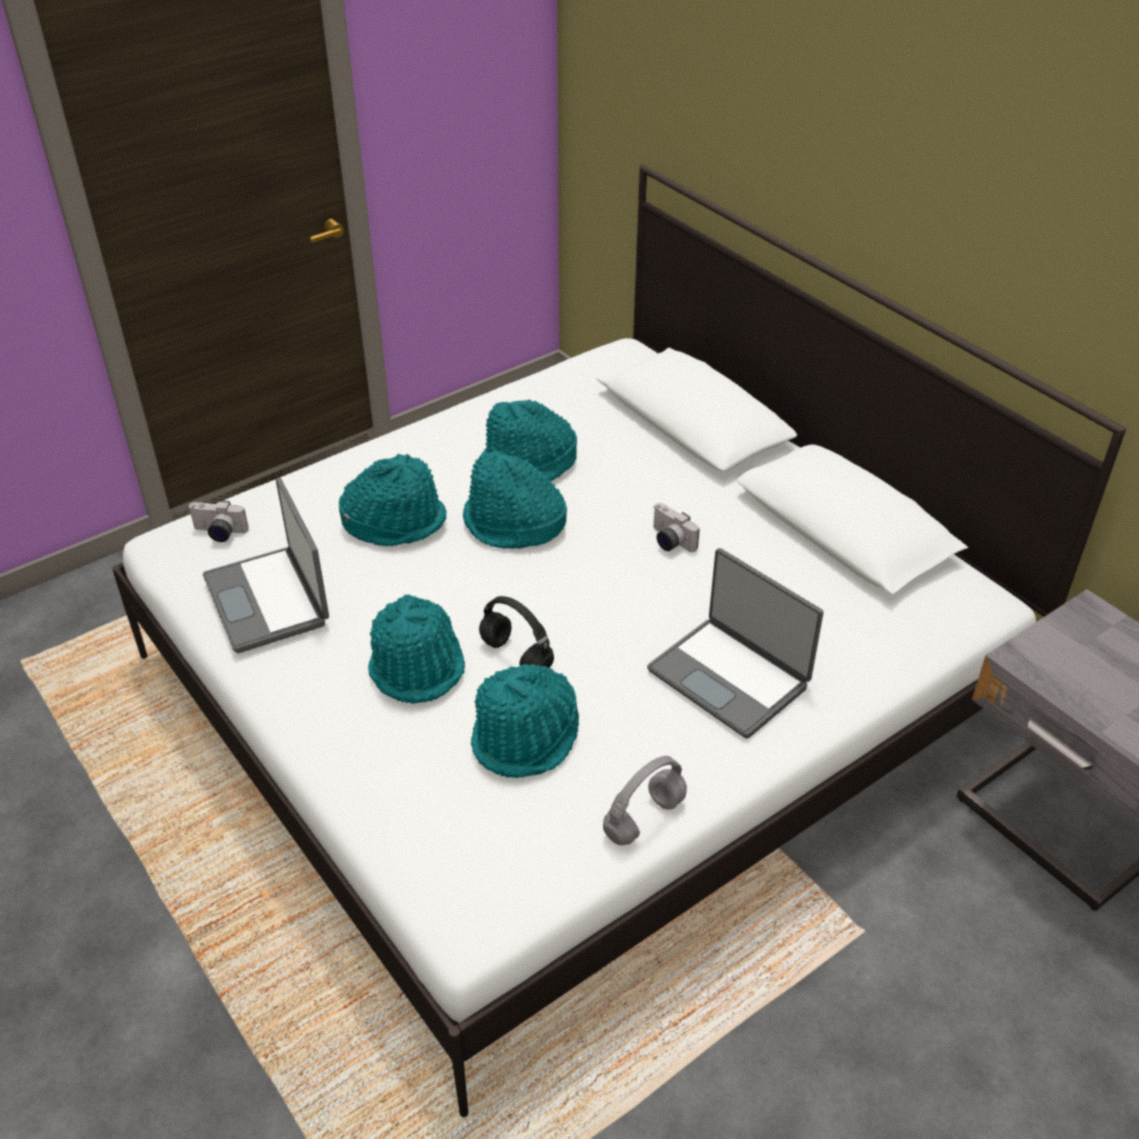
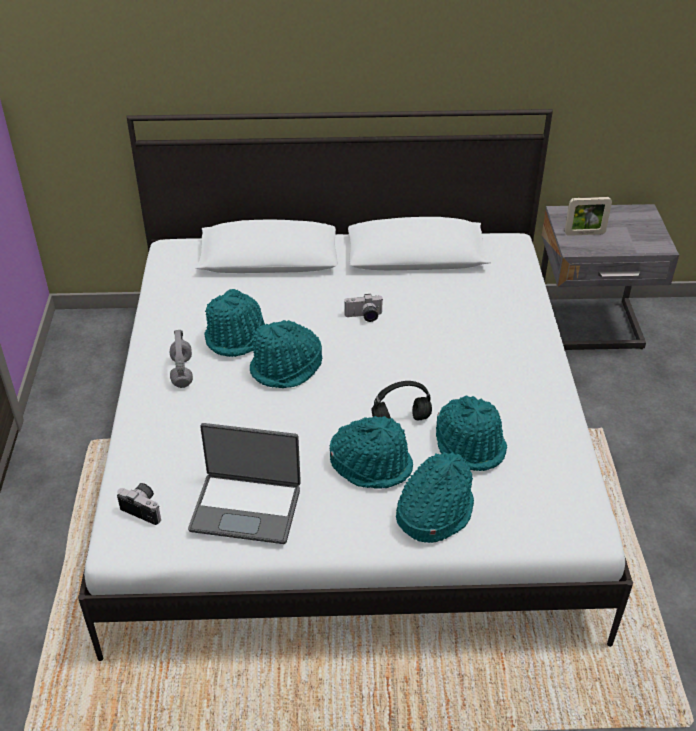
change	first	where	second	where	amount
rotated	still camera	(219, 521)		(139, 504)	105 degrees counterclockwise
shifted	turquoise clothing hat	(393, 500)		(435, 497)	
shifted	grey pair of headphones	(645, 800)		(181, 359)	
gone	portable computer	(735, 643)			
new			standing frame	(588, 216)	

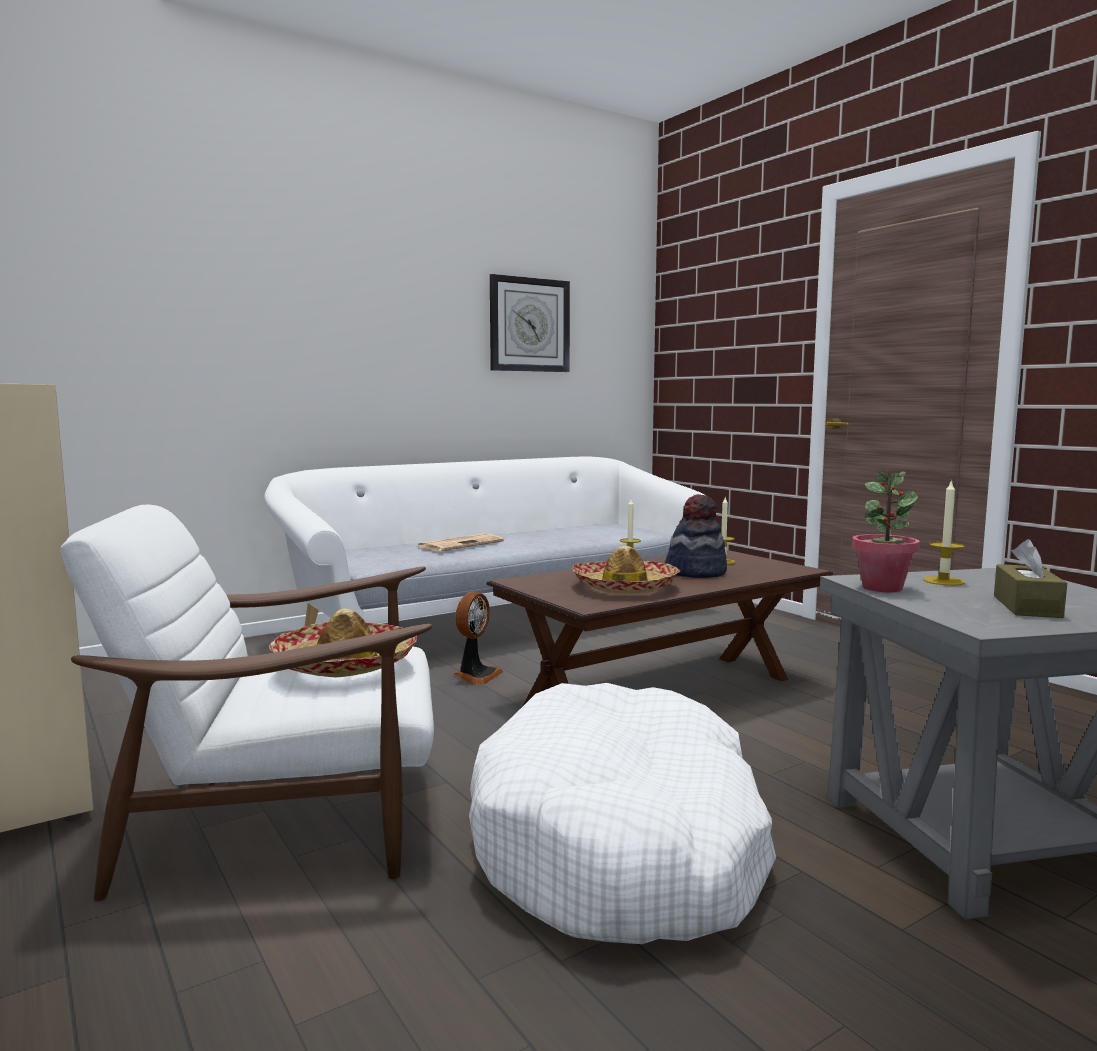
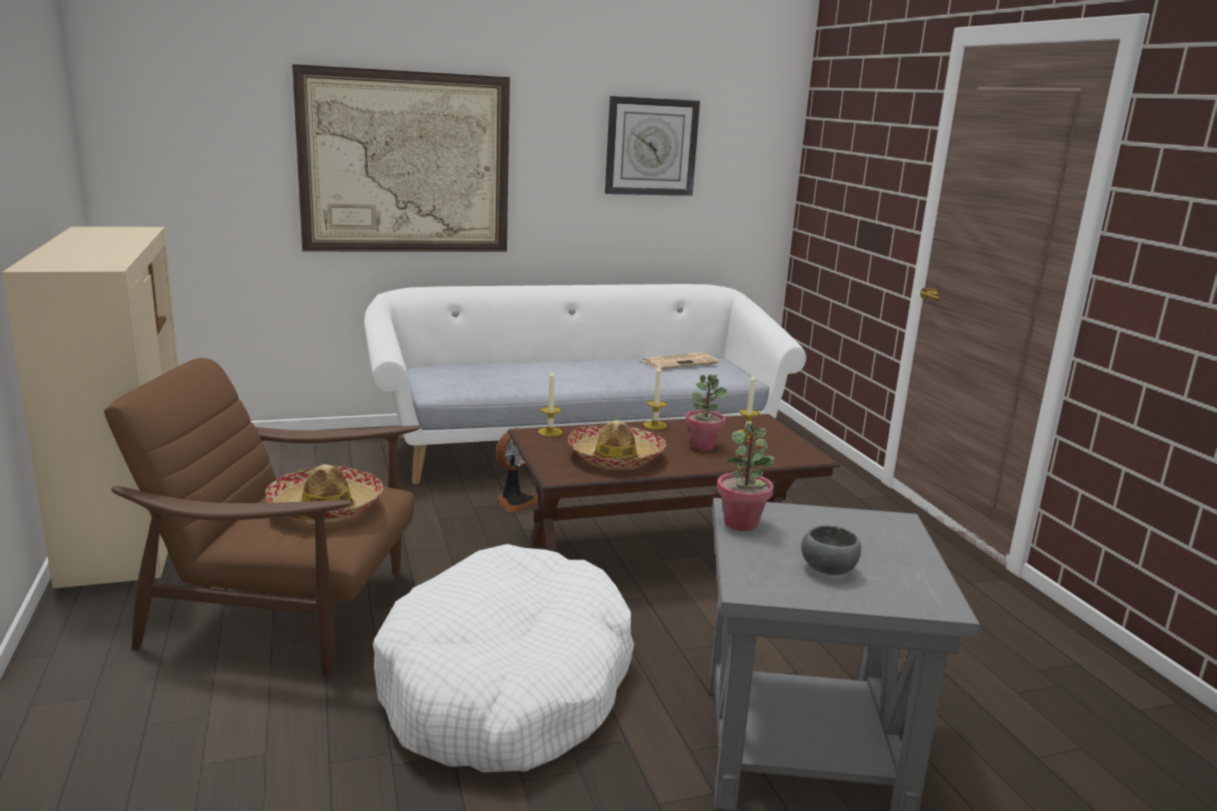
change	first	where	second	where	amount
repainted	white easy chair	(247, 703)	brown easy chair	(262, 517)	
shifted	daily paper	(461, 542)		(680, 361)	
swapped	clothing hat	(696, 536)	plant in a pot	(706, 413)	
shifted	candle	(944, 532)		(550, 403)	
swapped	brown tissue holder	(1030, 578)	grey serving bowl	(831, 550)	
new			picture	(401, 158)	

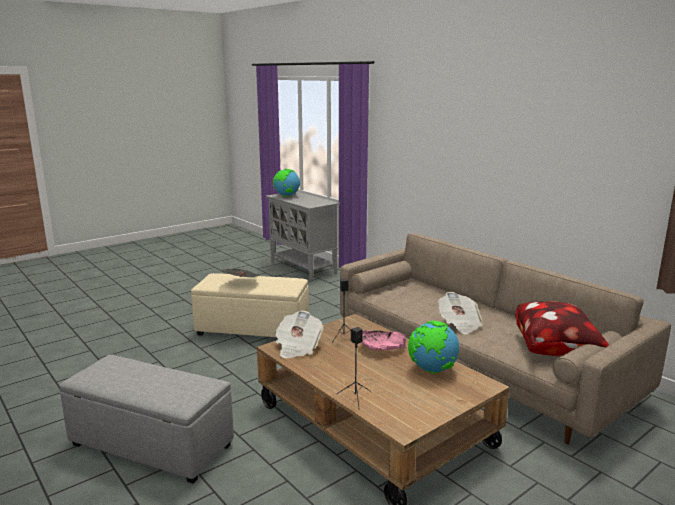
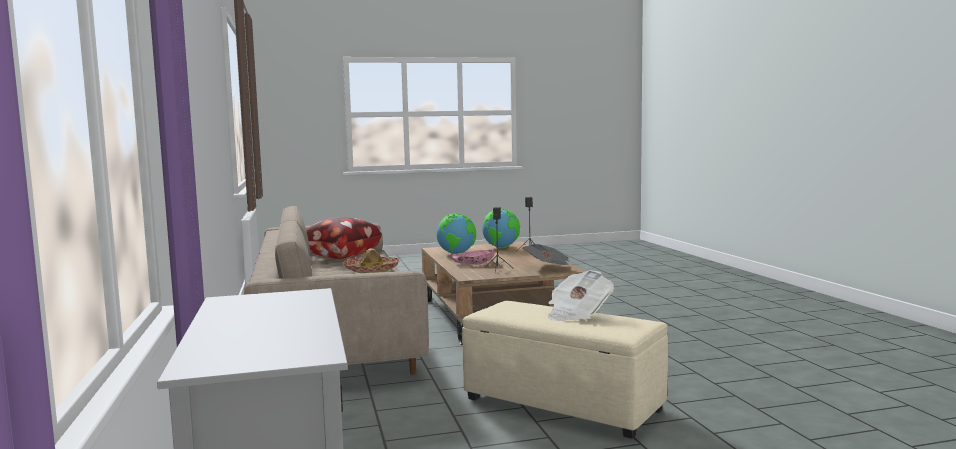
change	first	where	second	where	amount
gone	grey footrest	(147, 419)			
shifted	desk globe	(286, 183)		(501, 228)	
swapped	daily paper	(460, 313)	clothing hat	(371, 260)	

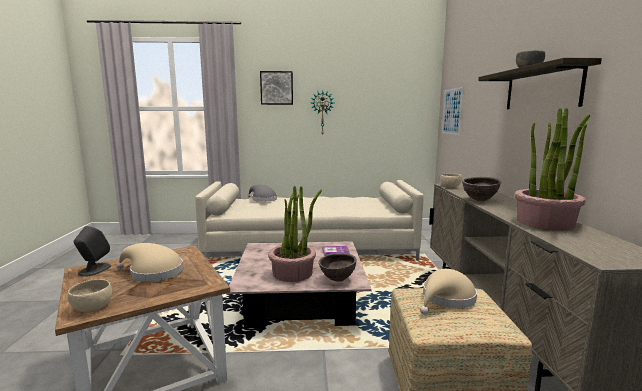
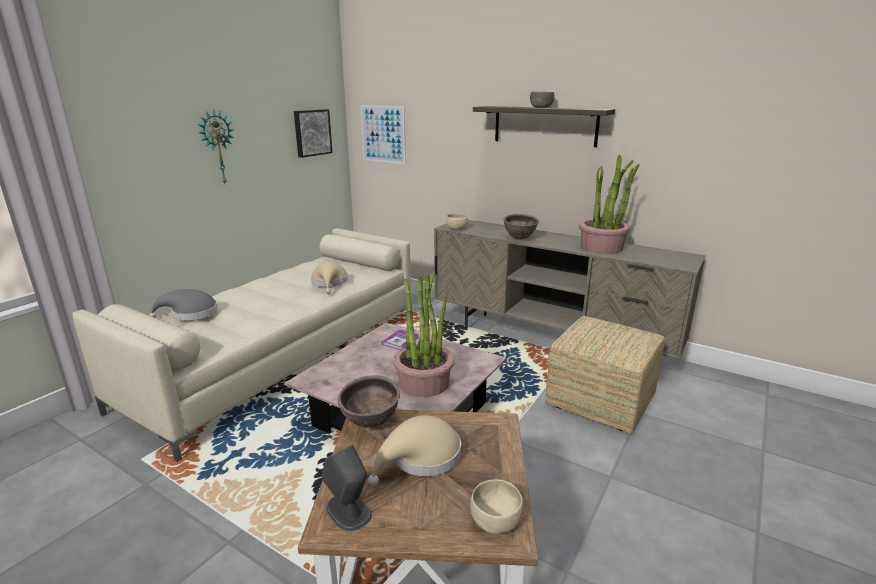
change	first	where	second	where	amount
shifted	picture	(276, 88)		(313, 133)	
shifted	brown serving bowl	(337, 267)		(369, 401)	
shifted	beige clothing hat	(448, 292)		(329, 278)	

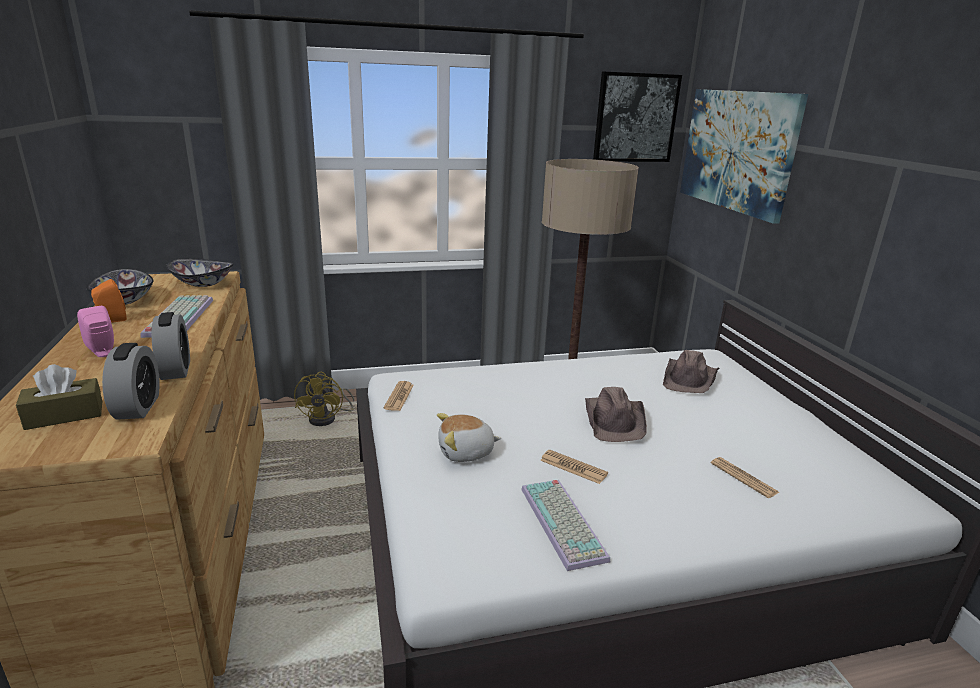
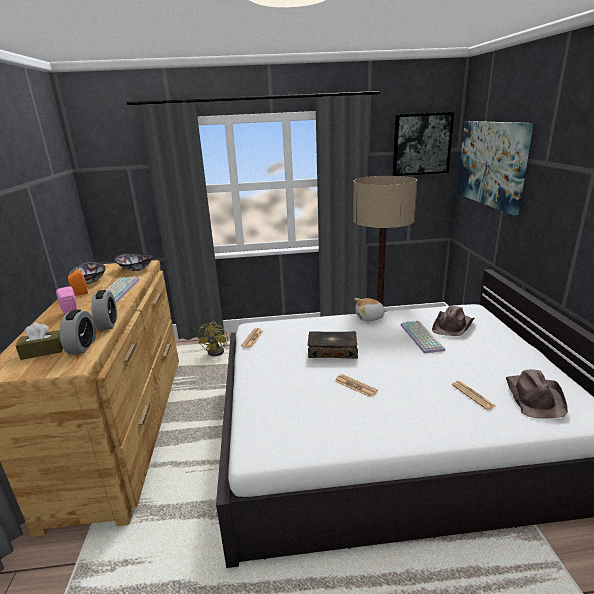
change	first	where	second	where	amount
shifted	plush toy	(469, 437)		(371, 309)	
shifted	PC keyboard	(565, 525)		(423, 337)	
shifted	brown clothing hat	(616, 414)		(537, 394)	
new			bound book	(333, 345)	

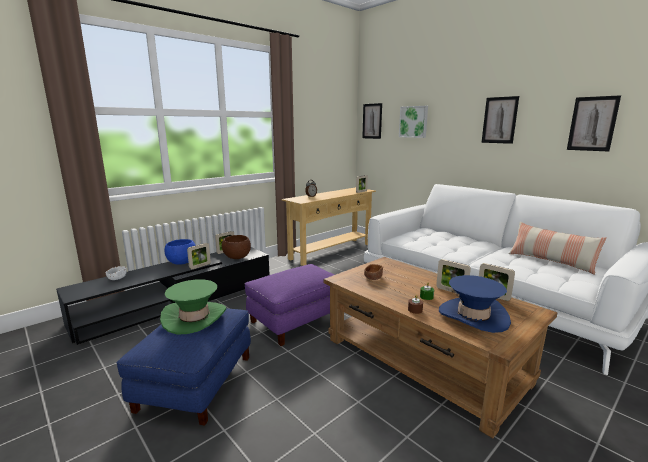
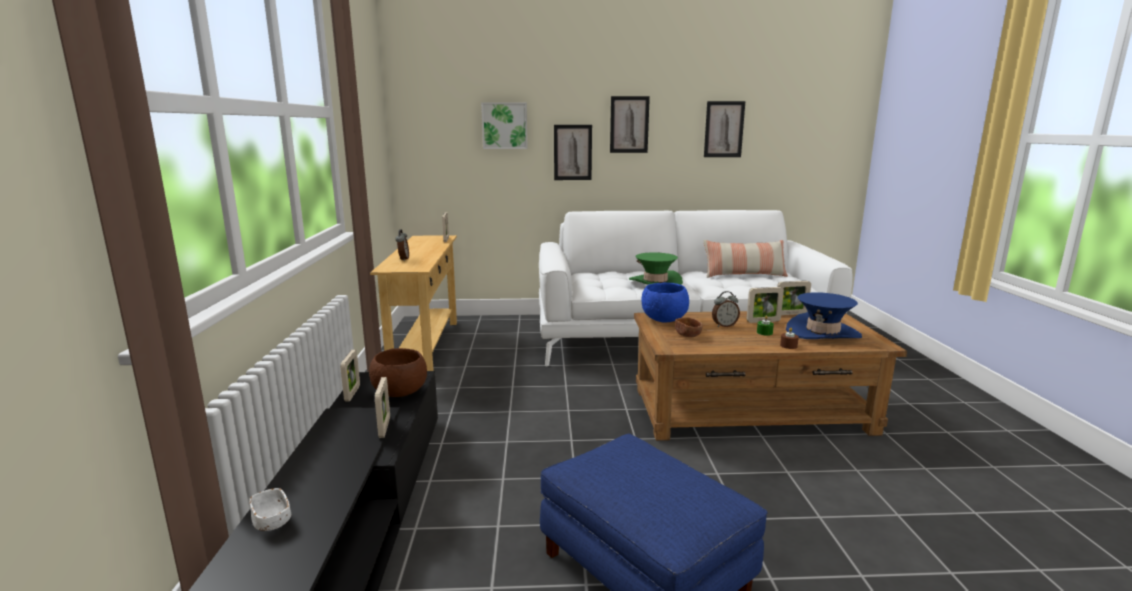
change	first	where	second	where	amount
shifted	green-coloured clothing hat	(193, 307)		(656, 268)	
shifted	blue-coloured serving bowl	(180, 252)		(665, 302)	
gone	purple footrest	(289, 305)			
shifted	picture	(372, 121)		(573, 152)	
new			bedside clock	(726, 309)	

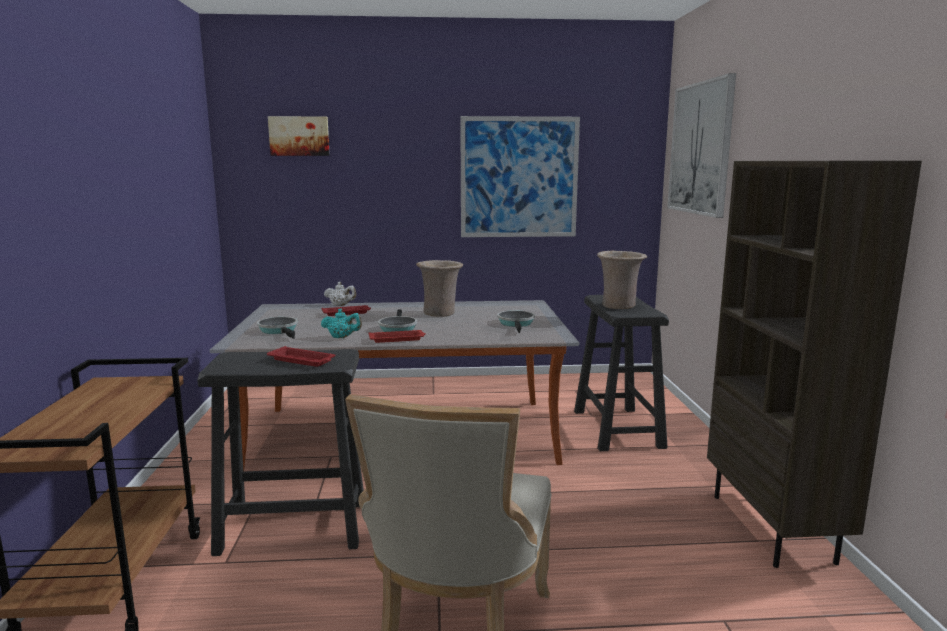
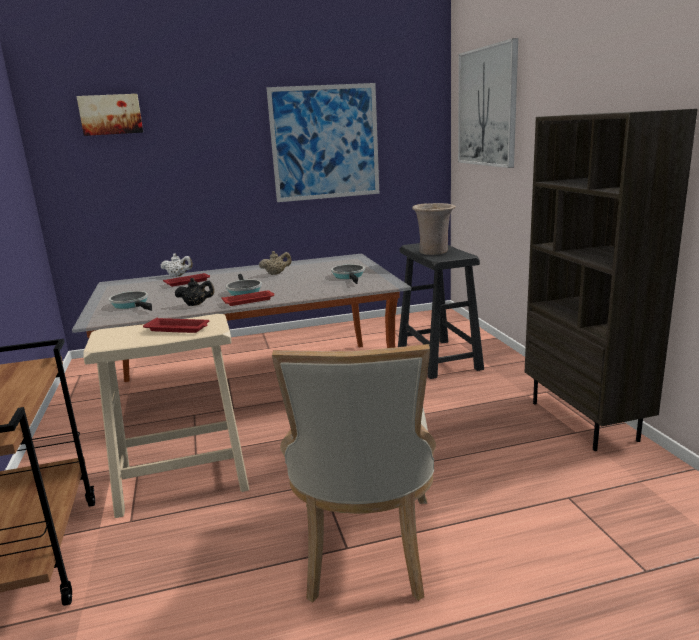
change	first	where	second	where	amount
repainted	blackish sitting stool	(280, 452)	beige sitting stool	(166, 416)	
repainted	turquoise tea pot	(341, 323)	blackish tea pot	(195, 292)	
swapped	beige vase	(439, 288)	beige tea pot	(275, 263)	

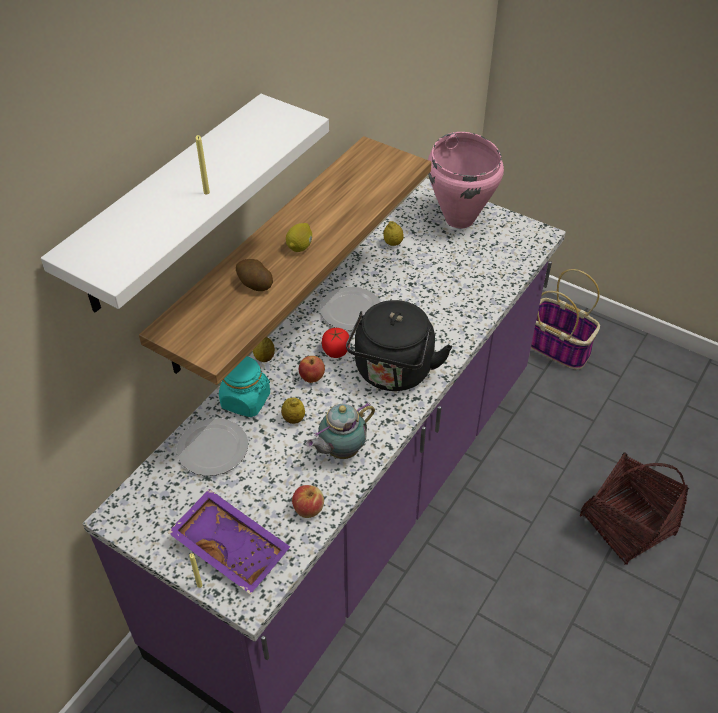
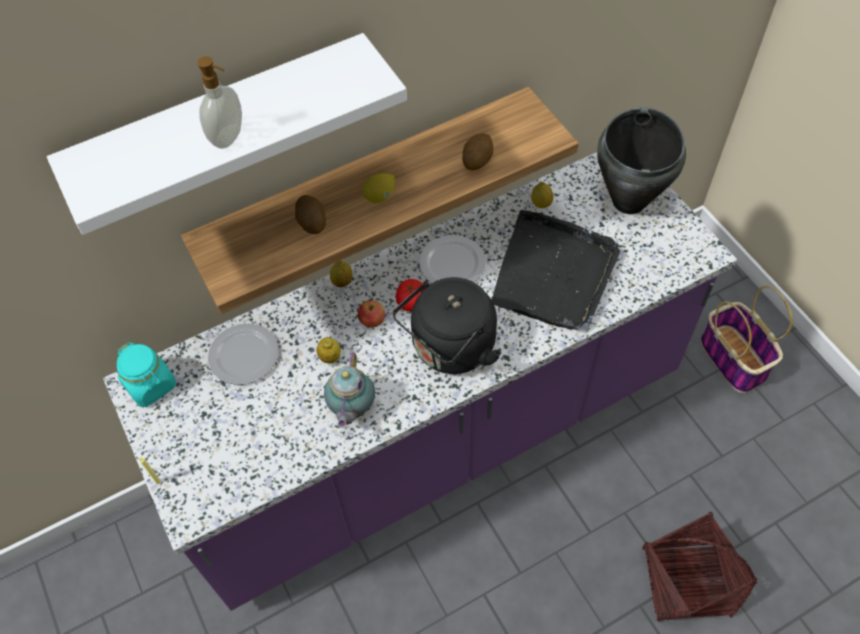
change	first	where	second	where	amount
gone	purple carrying tray	(229, 542)			
swapped	yellow-coloured candle	(203, 164)	soap bottle	(219, 102)	
shifted	turquoise storage jar	(244, 386)		(146, 374)	
gone	apple fruit	(308, 501)			
rotated	tea pot	(340, 430)		(349, 390)	75 degrees counterclockwise
repainted	pinkish cooking pot	(466, 180)	blackish cooking pot	(641, 160)	
new			potato	(477, 151)	
new			blackish carrying tray	(556, 270)	

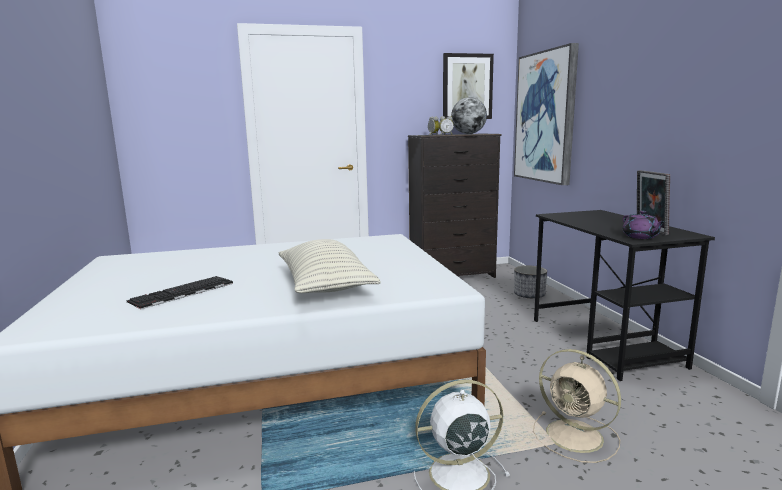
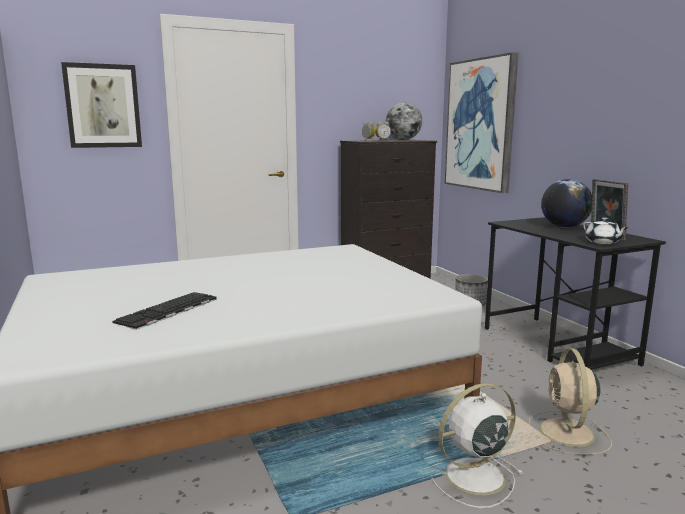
change	first	where	second	where	amount
gone	pillow	(329, 266)			
shifted	picture	(468, 86)		(101, 105)	
rotated	beige cooling fan	(577, 406)		(570, 401)	60 degrees clockwise
repainted	purple tea pot	(643, 225)	white tea pot	(606, 230)	
new			desk globe	(566, 203)	

